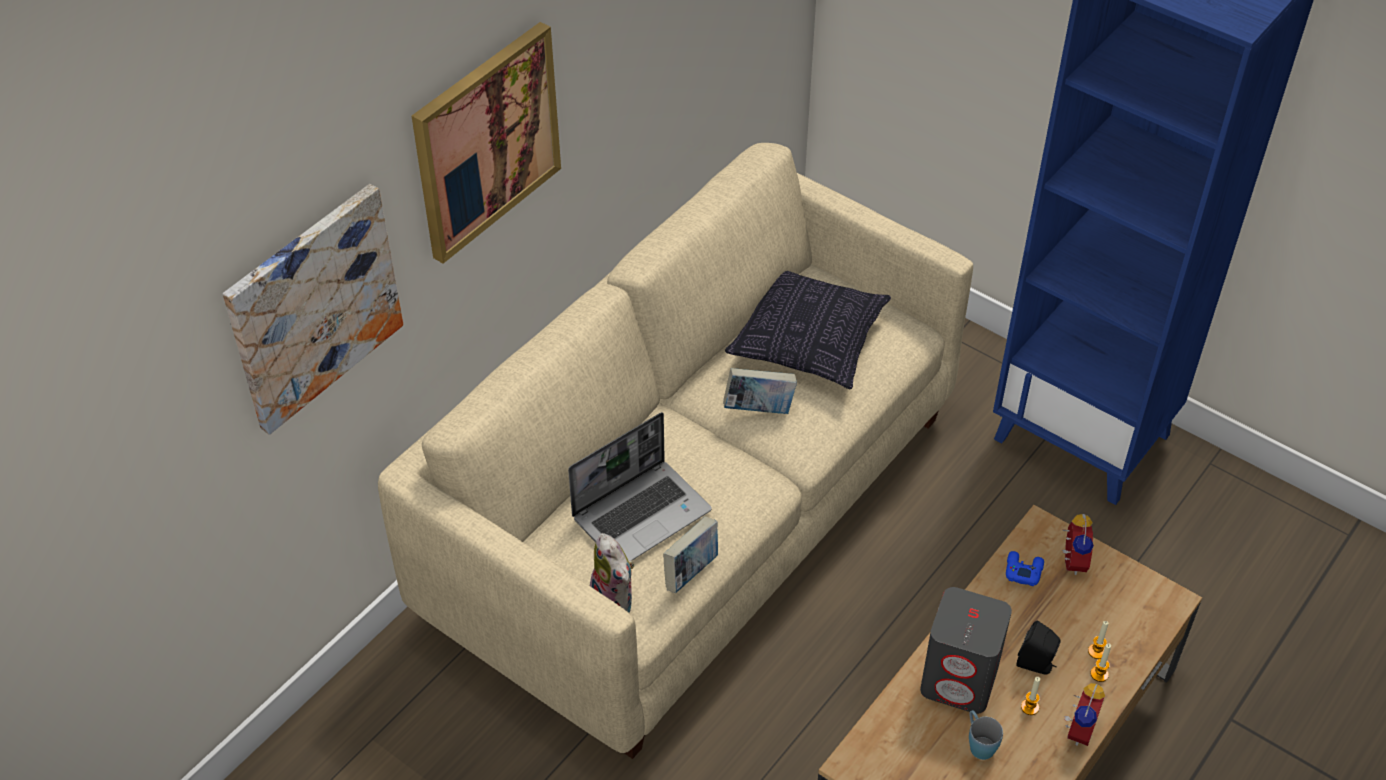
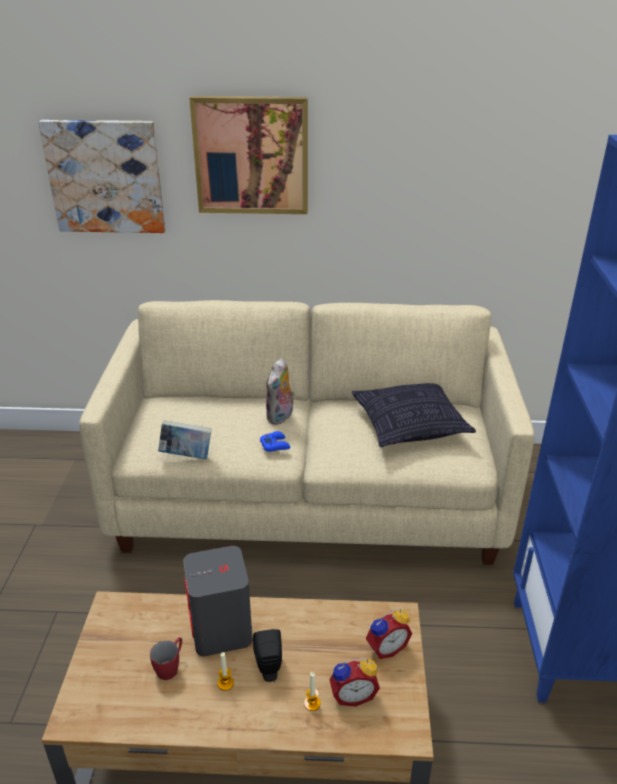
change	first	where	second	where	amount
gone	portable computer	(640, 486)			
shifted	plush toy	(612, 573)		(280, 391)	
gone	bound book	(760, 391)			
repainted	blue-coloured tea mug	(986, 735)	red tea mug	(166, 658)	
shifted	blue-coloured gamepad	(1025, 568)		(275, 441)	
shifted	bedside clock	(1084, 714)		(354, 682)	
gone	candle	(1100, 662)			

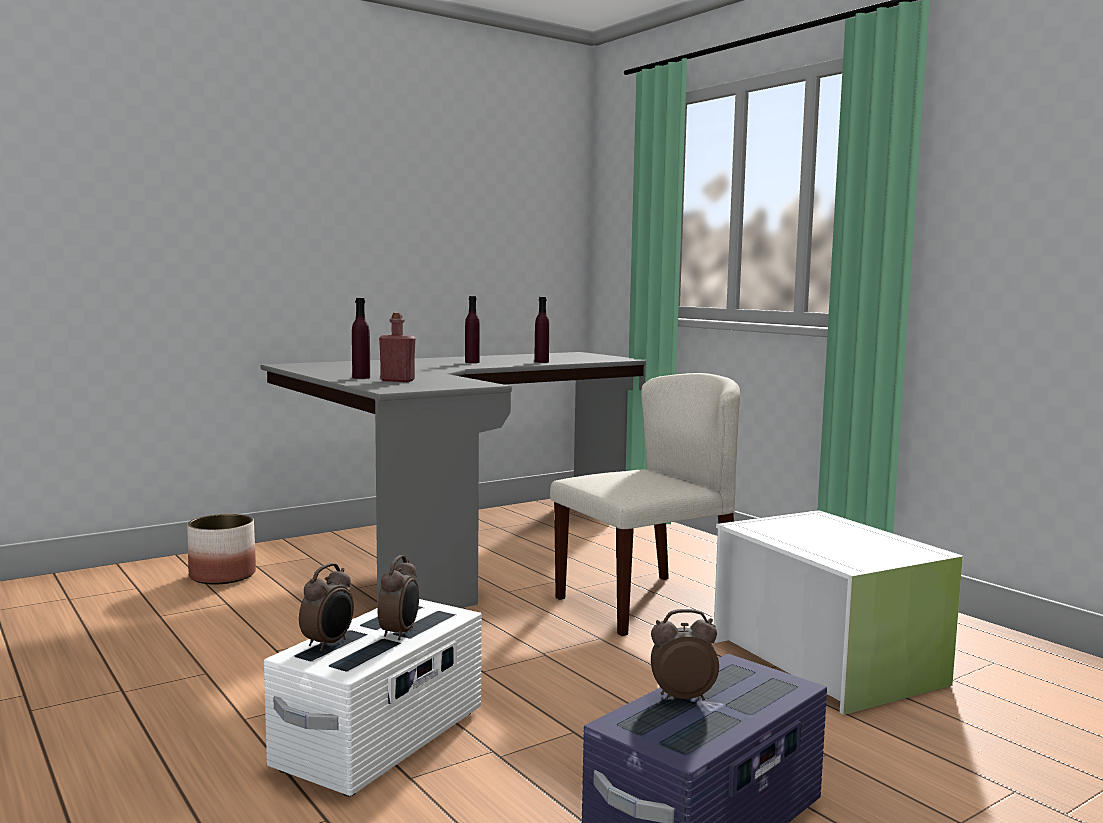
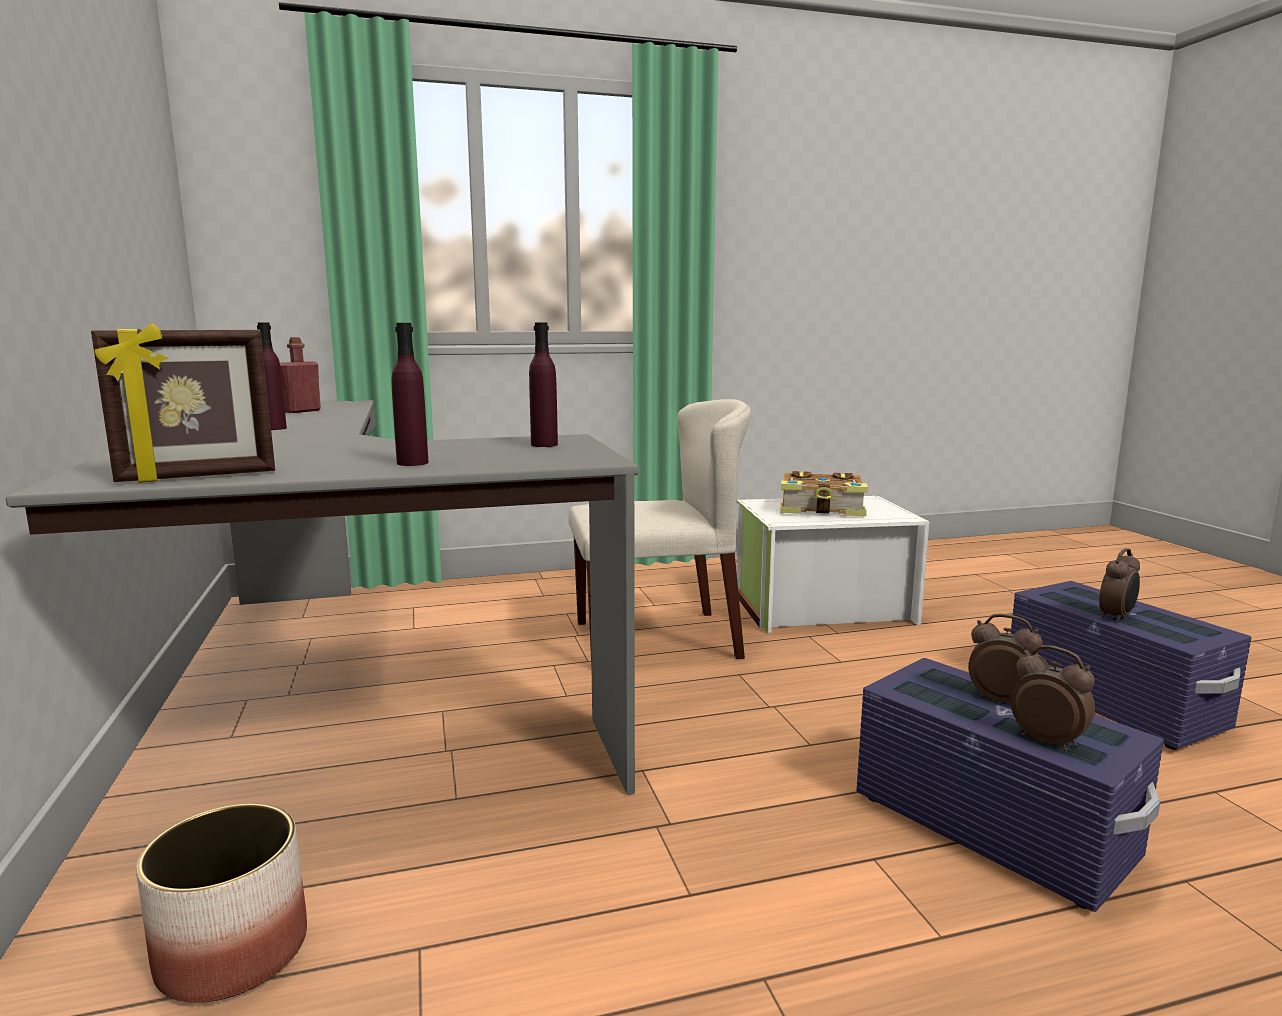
change	first	where	second	where	amount
repainted	white storage box	(373, 697)	purple storage box	(1010, 785)	
shifted	red drink bottle	(397, 347)		(300, 375)	
shifted	purple drink bottle	(542, 330)		(543, 384)	
rotated	beige upright chair	(645, 504)		(659, 533)	90 degrees clockwise
rotated	bedside clock	(685, 655)		(1119, 585)	150 degrees counterclockwise
new			standing frame	(183, 403)	
new			bound book	(824, 493)	

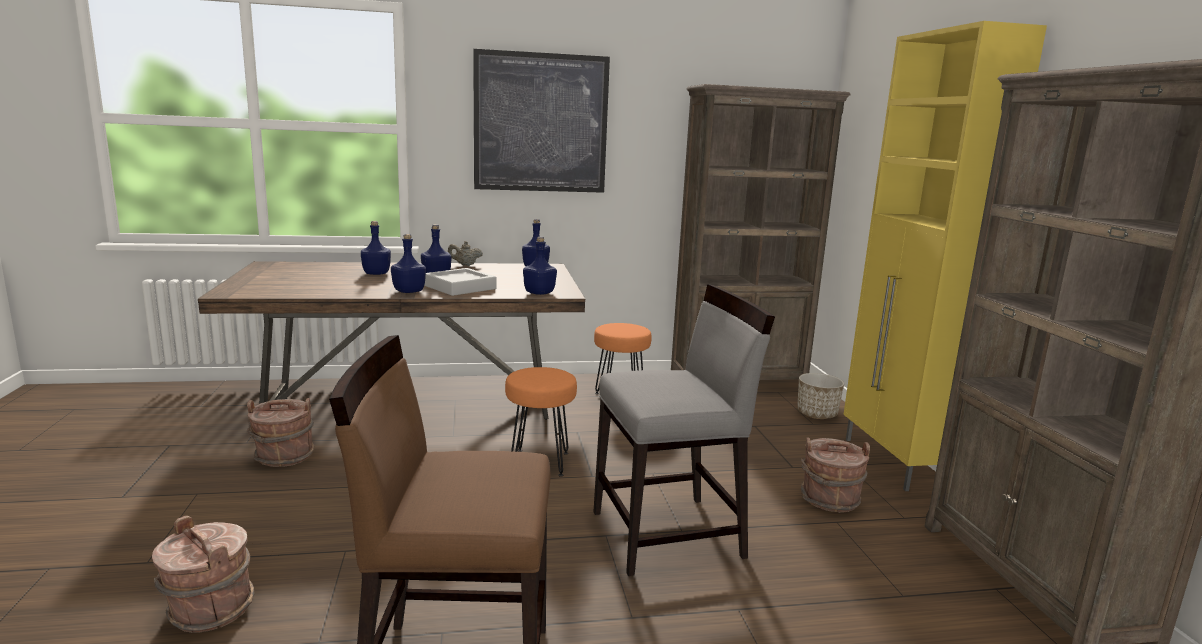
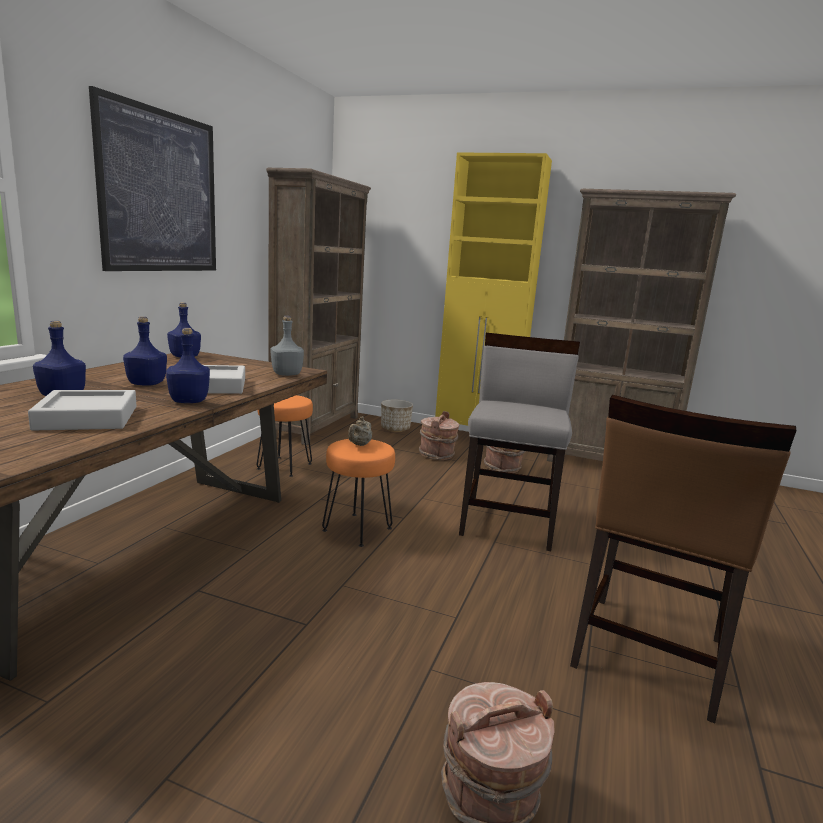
change	first	where	second	where	amount
shifted	brown water bucket	(280, 432)		(439, 435)	
shifted	beige tea pot	(465, 253)		(360, 431)	
repainted	blue-coloured drink bottle	(540, 266)	grey drink bottle	(287, 346)	
new			grey carrying tray	(82, 410)	

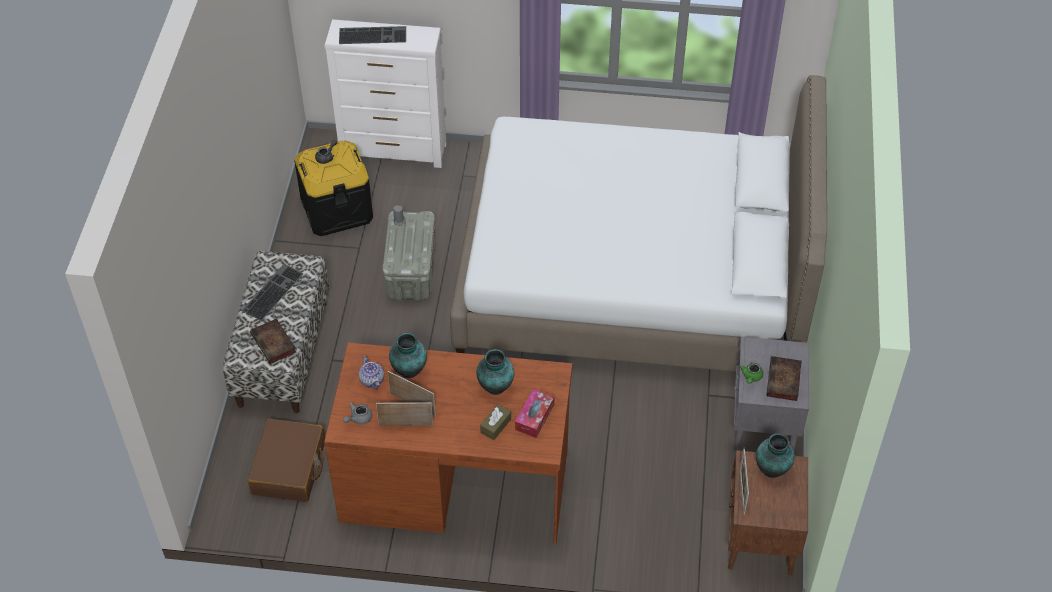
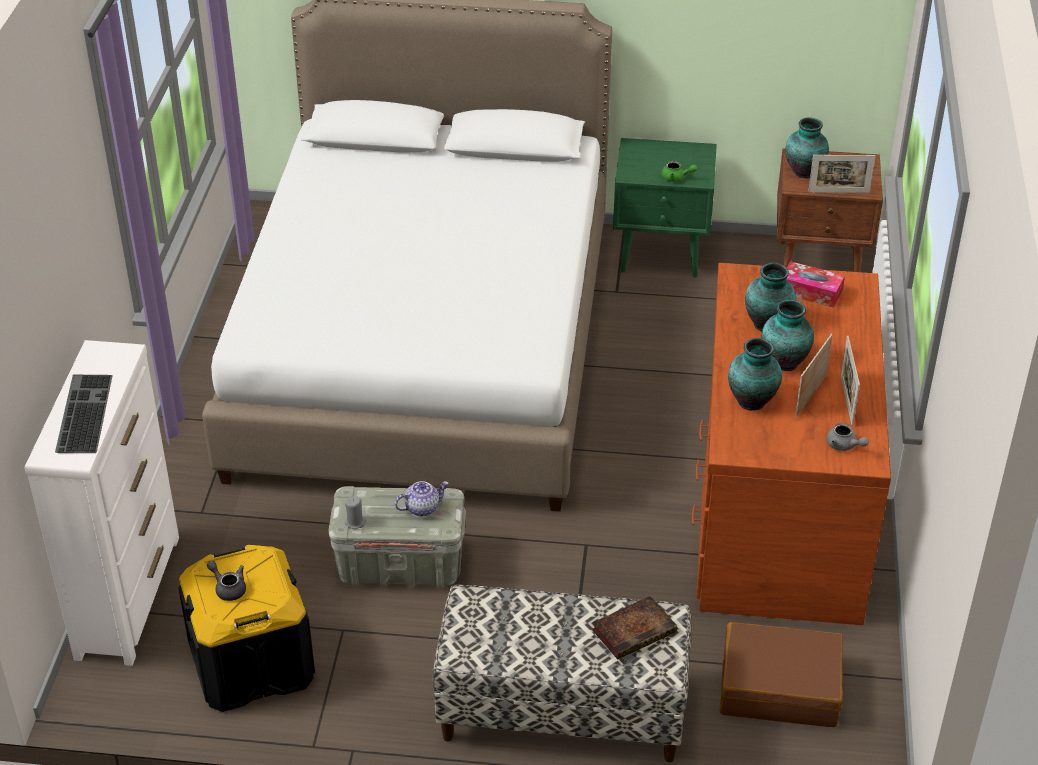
change	first	where	second	where	amount
gone	PC keyboard	(272, 292)			
shifted	tea pot	(371, 372)		(422, 498)	
gone	brown tissue holder	(495, 422)			
repainted	grey night table	(771, 395)	green-coloured night table	(665, 208)	
gone	bound book	(784, 378)			
new			vase	(788, 335)	

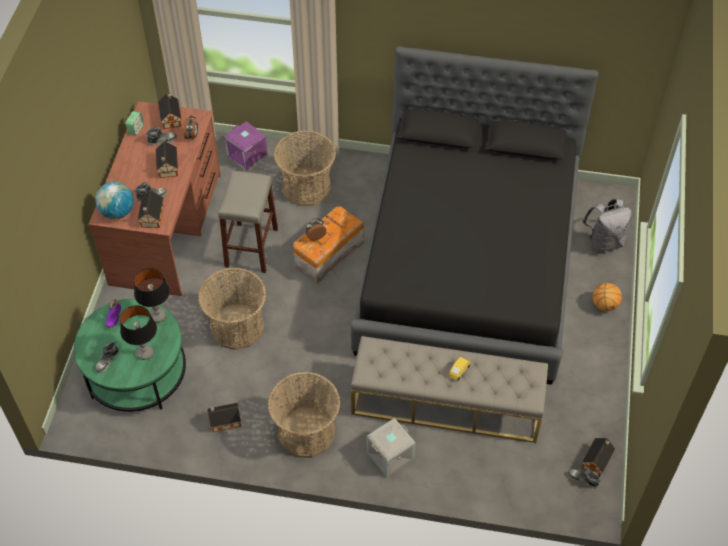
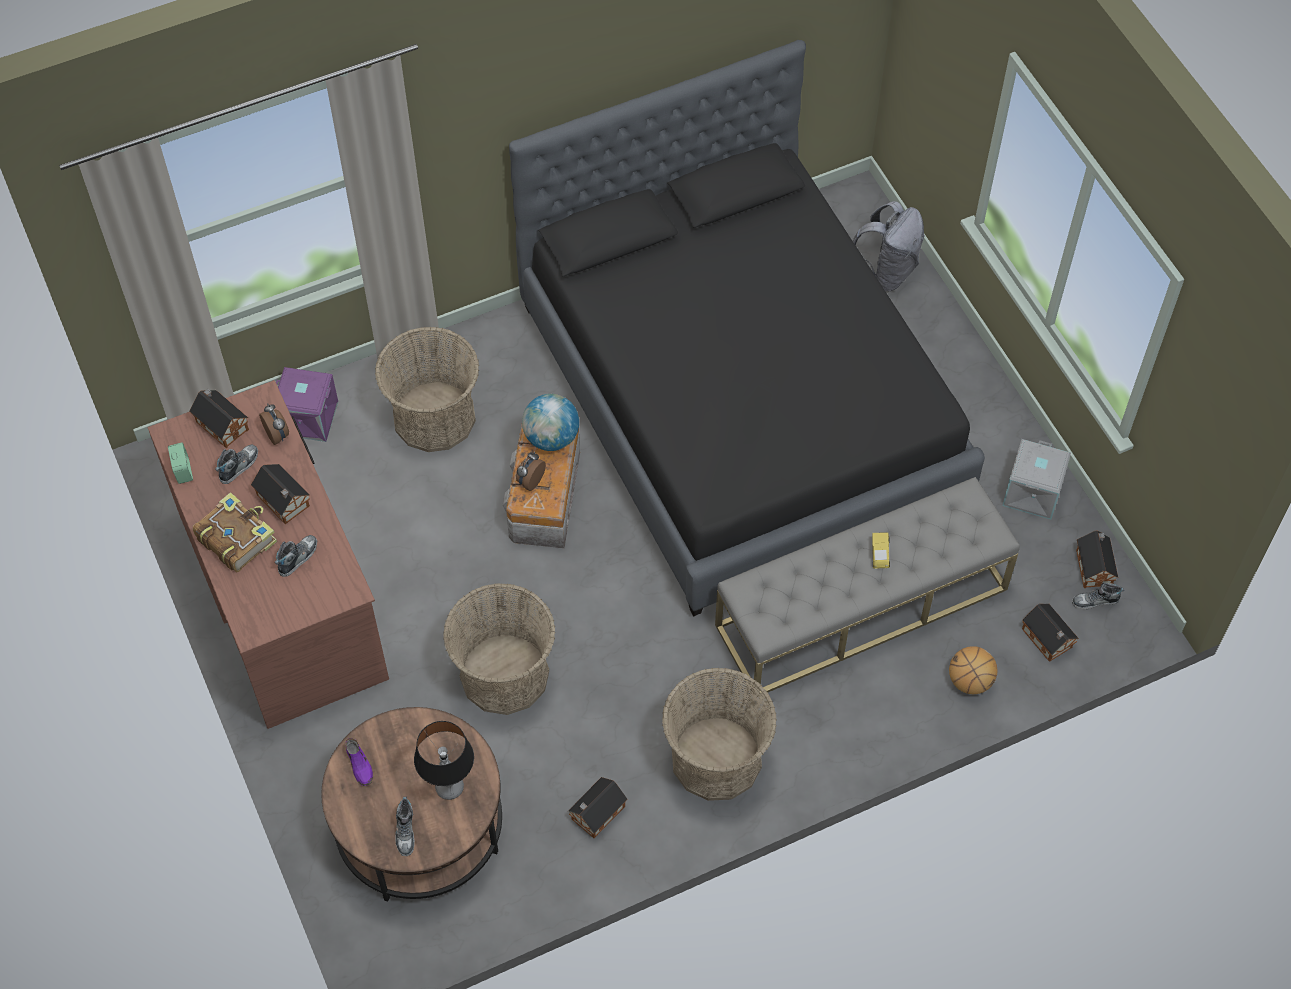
change	first	where	second	where	amount
repainted	green-coloured low table	(130, 355)	brown low table	(411, 804)	
shifted	desk globe	(114, 200)		(550, 422)	
gone	table lamp	(152, 295)			
shifted	model house	(150, 209)		(1050, 633)	
gone	grey sitting stool	(248, 222)			
shifted	grey storage box	(391, 447)		(1036, 479)	
shifted	basketball ball	(607, 297)		(973, 670)	
new			bound book	(235, 532)	

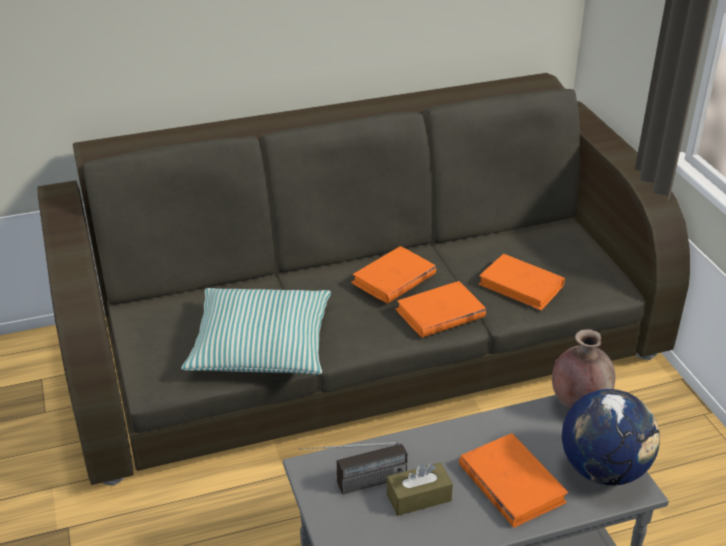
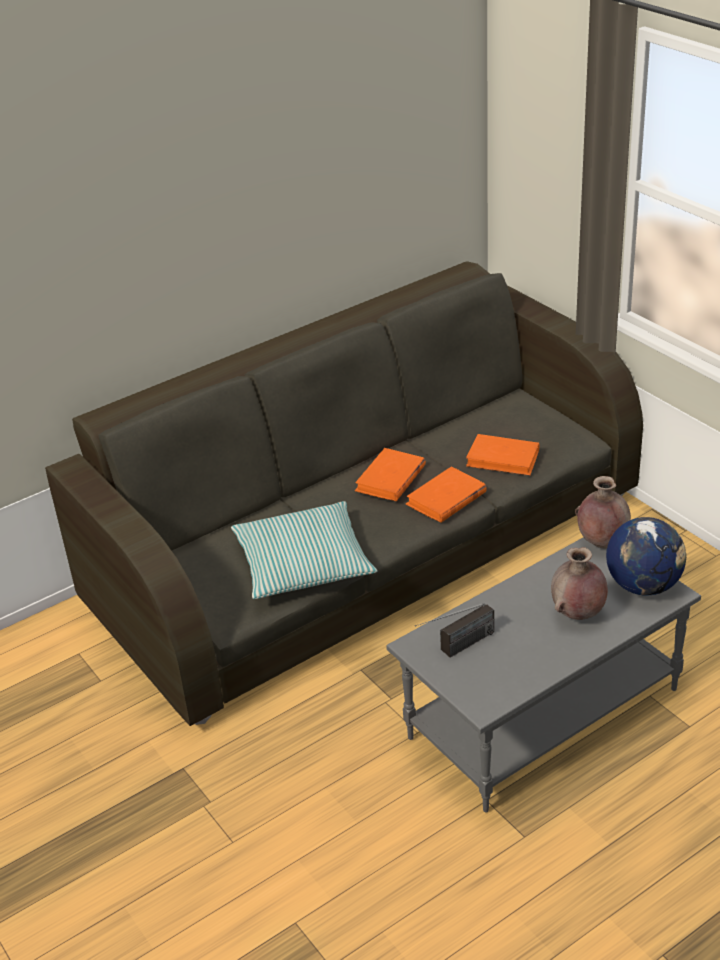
change	first	where	second	where	amount
gone	brown tissue holder	(420, 489)			
swapped	orange-coloured bound book	(513, 480)	brown vase	(579, 583)	

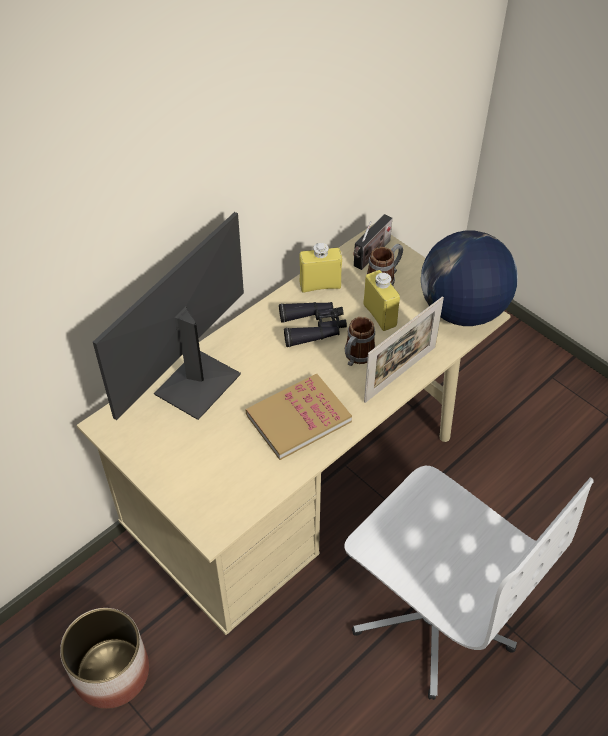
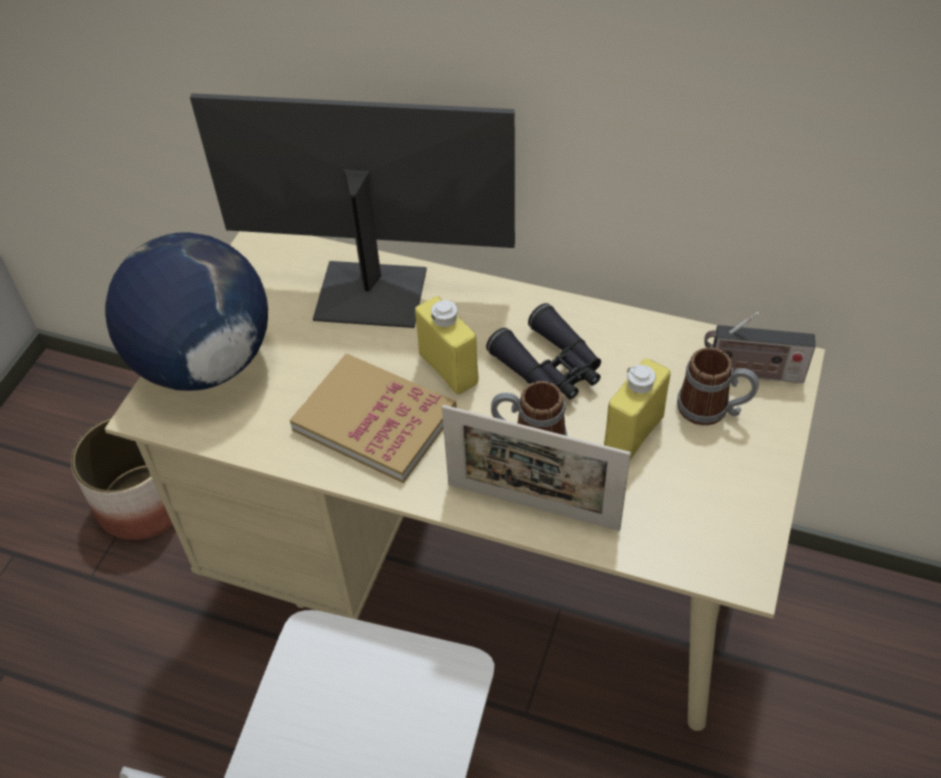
change	first	where	second	where	amount
shifted	yellow-coloured drink bottle	(320, 268)		(446, 345)	
shifted	desk globe	(469, 278)		(186, 311)	

